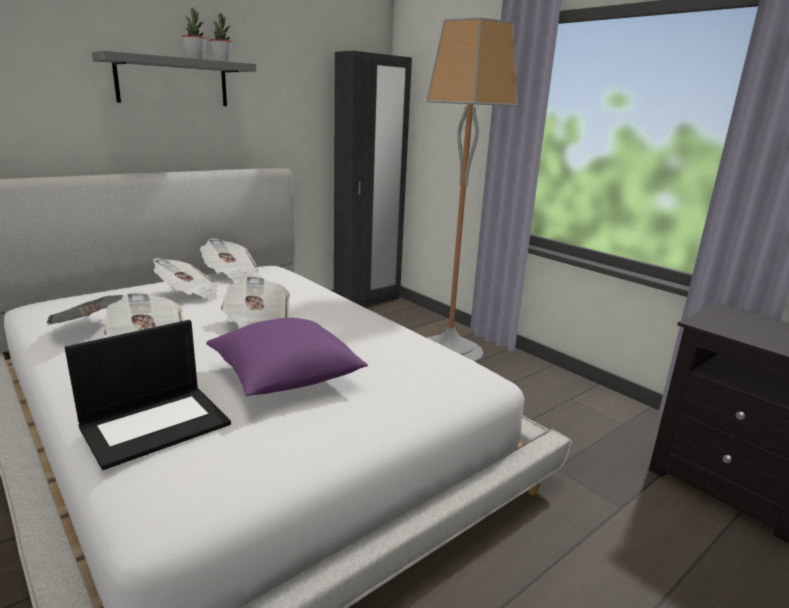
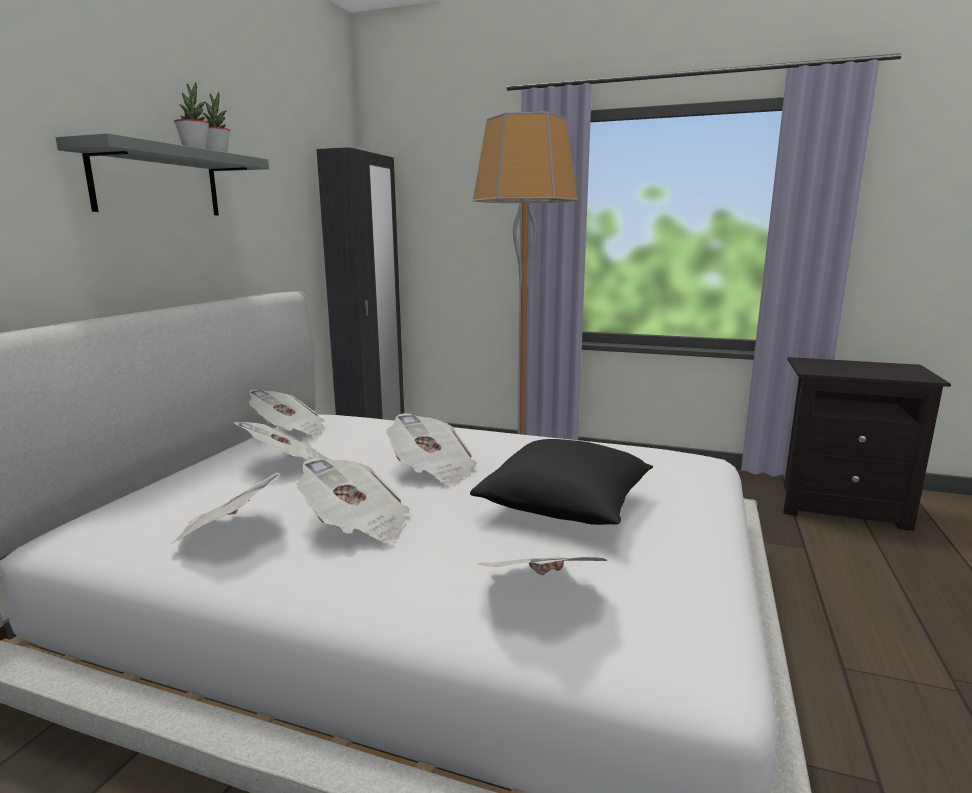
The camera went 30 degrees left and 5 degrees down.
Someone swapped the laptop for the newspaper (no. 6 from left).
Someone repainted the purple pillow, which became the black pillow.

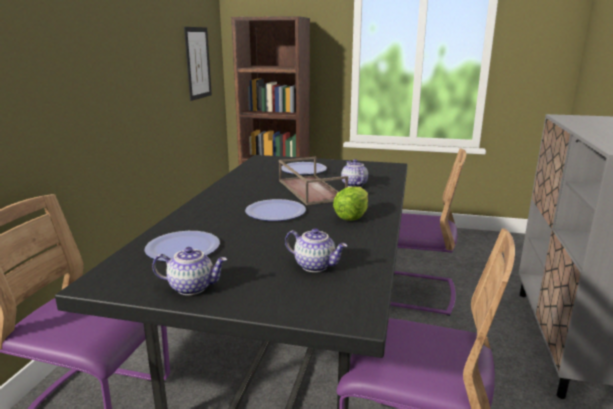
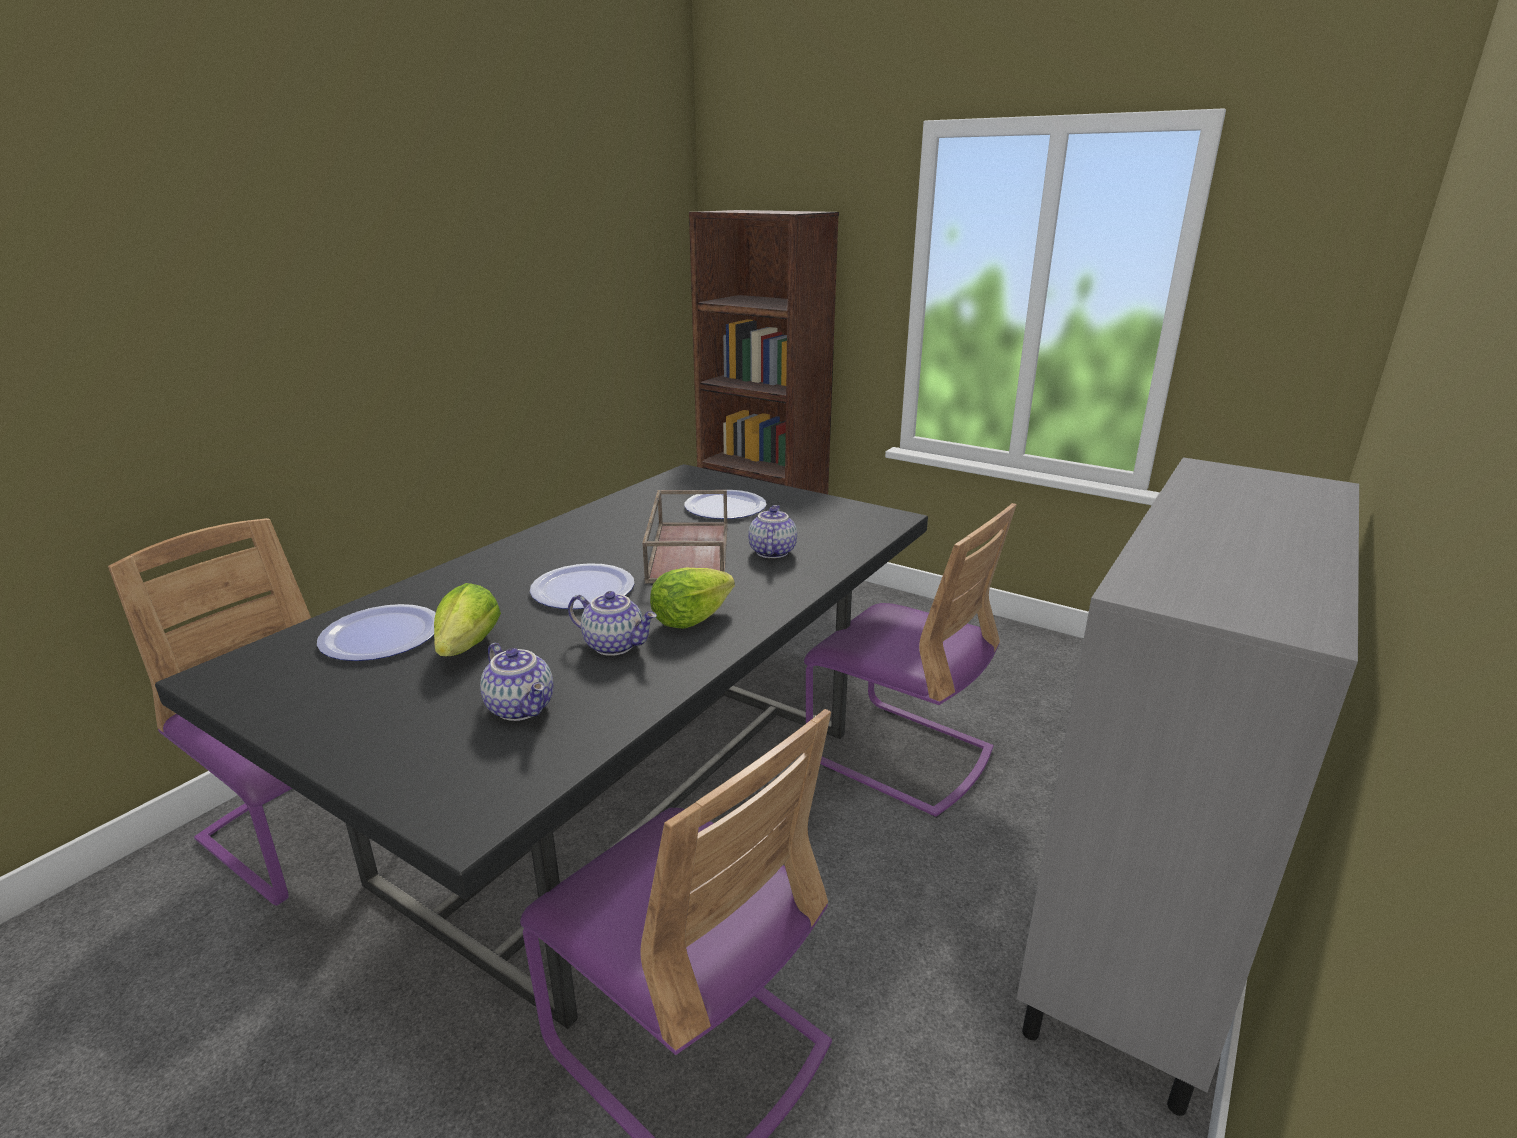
The camera went 20 degrees right and 5 degrees up.
Someone took away the picture.
Someone put down the lettuce (no. 1 from left).
Someone carried the teapot (no. 1 from left in the first image).

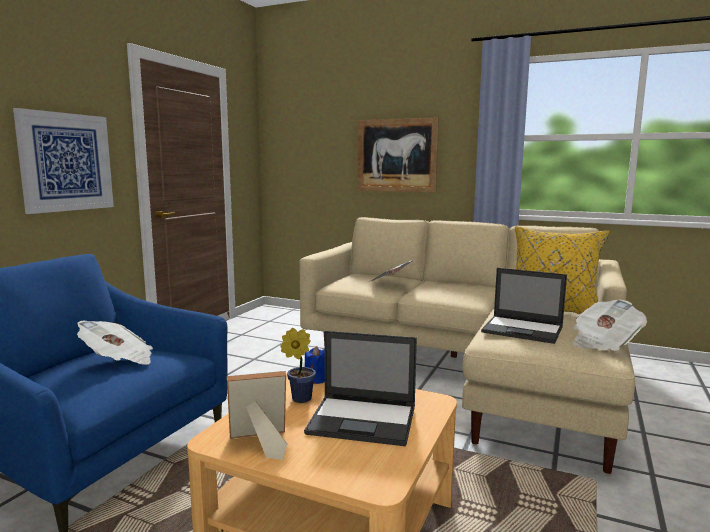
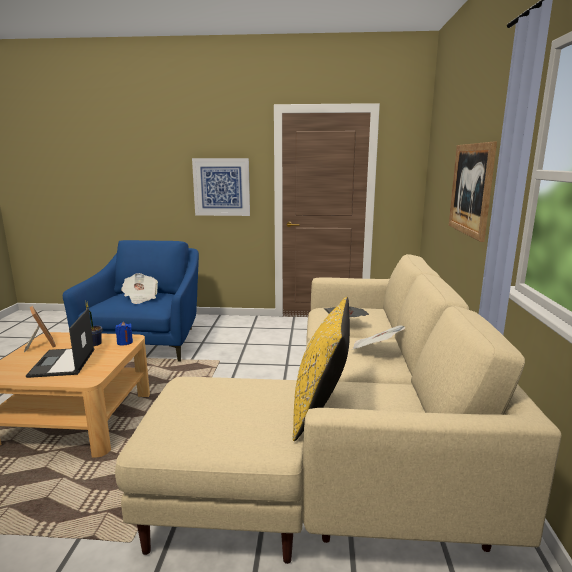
The camera went 70 degrees right and 5 degrees up.
Someone took away the laptop (no. 2 from left).
Someone carried the newspaper (no. 3 from left).

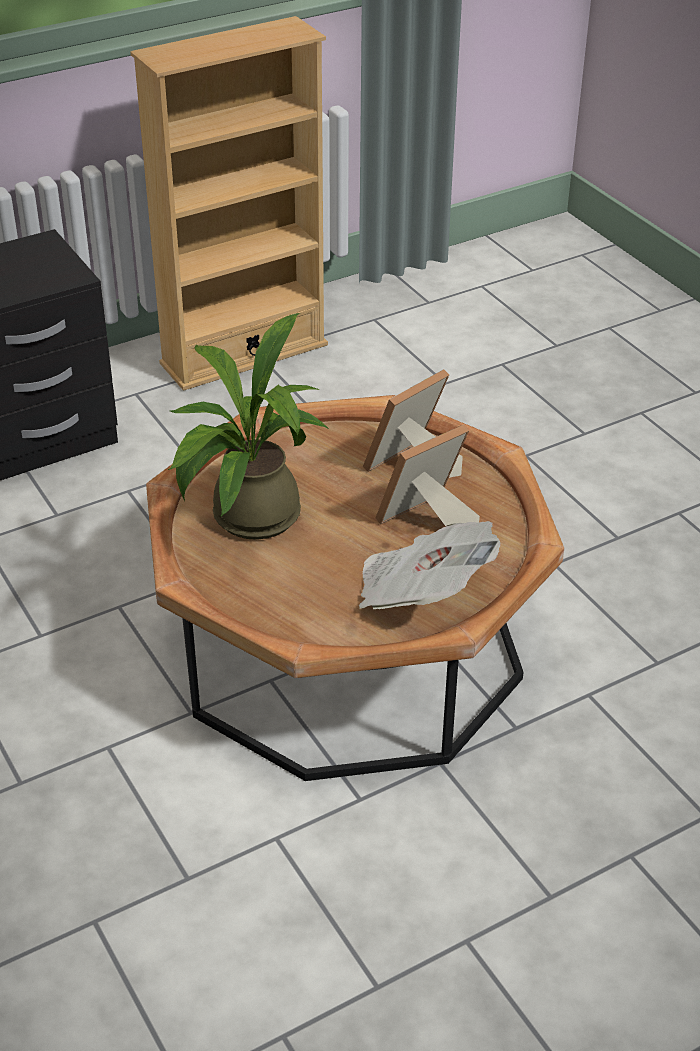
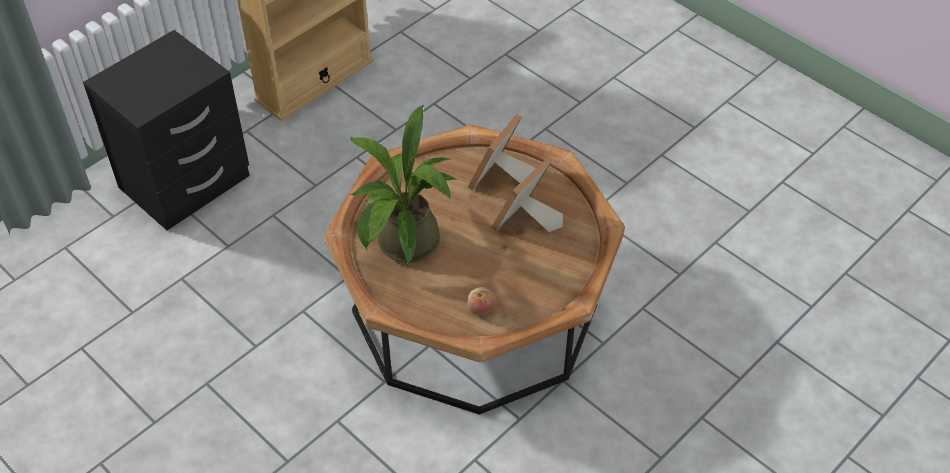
The camera went 15 degrees left and 10 degrees up.
Someone took away the newspaper.
Someone put down the apple.

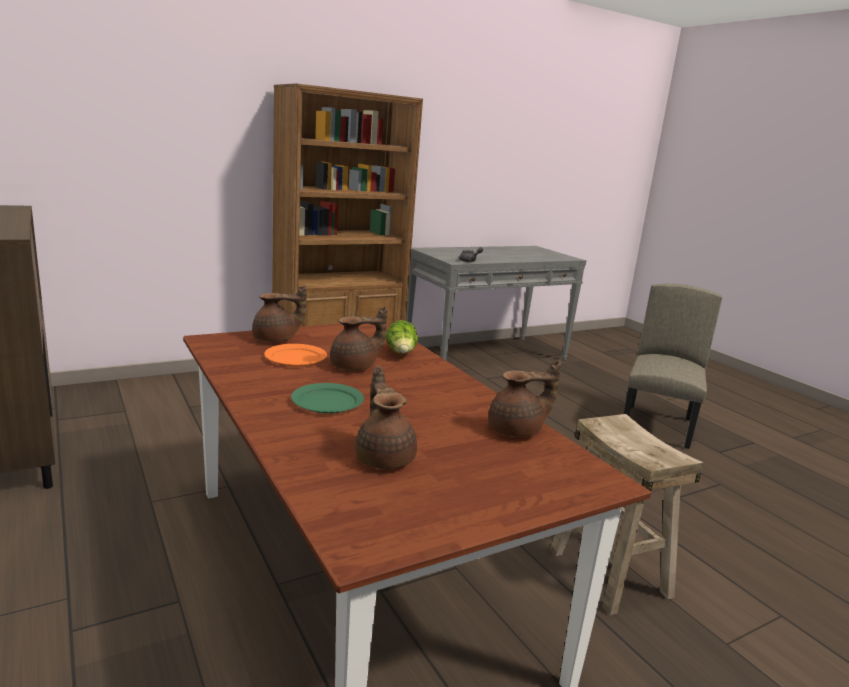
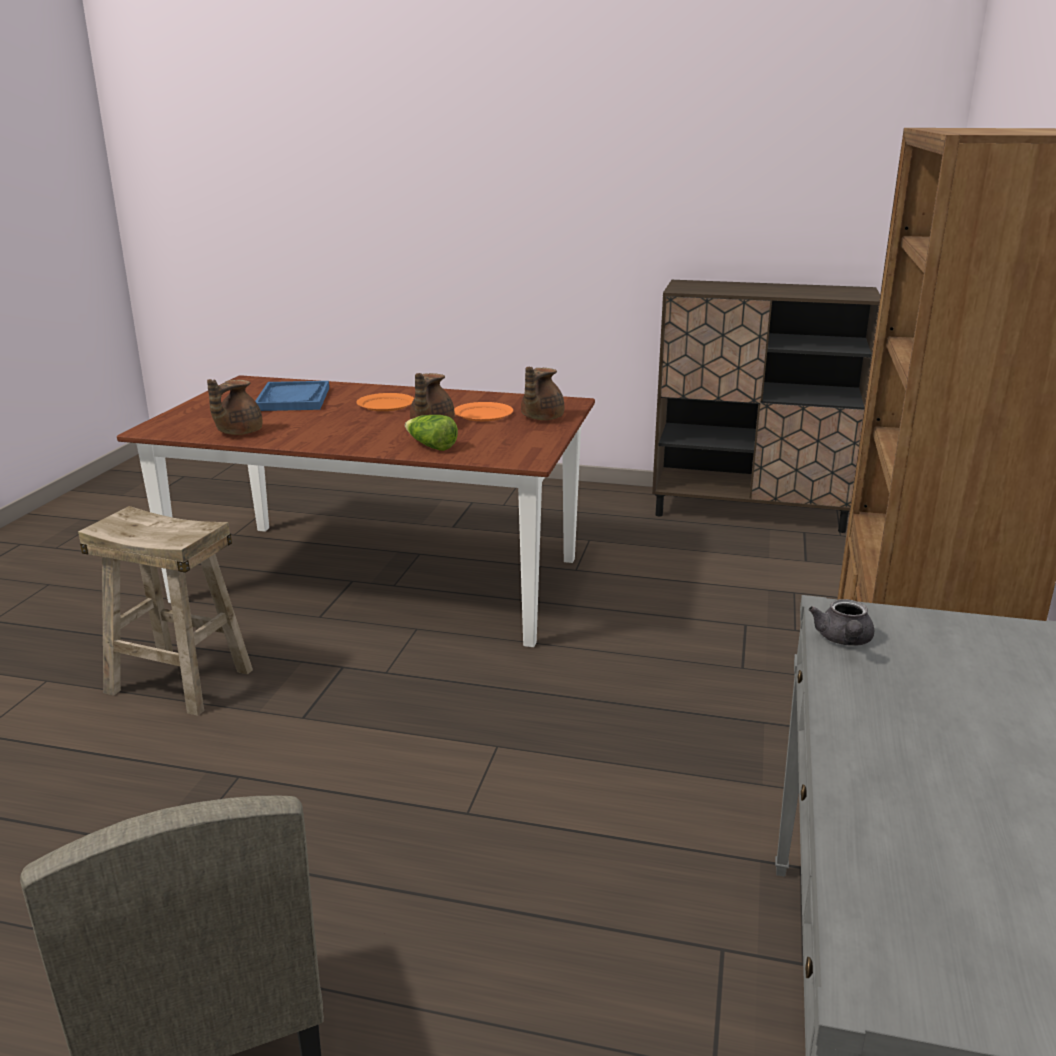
The camera went 135 degrees right and 5 degrees up.
Someone swapped the brown teapot (no. 3 from left) for the blue tray.
Someone repainted the green plate, which became the orange plate (no. 1 from left).

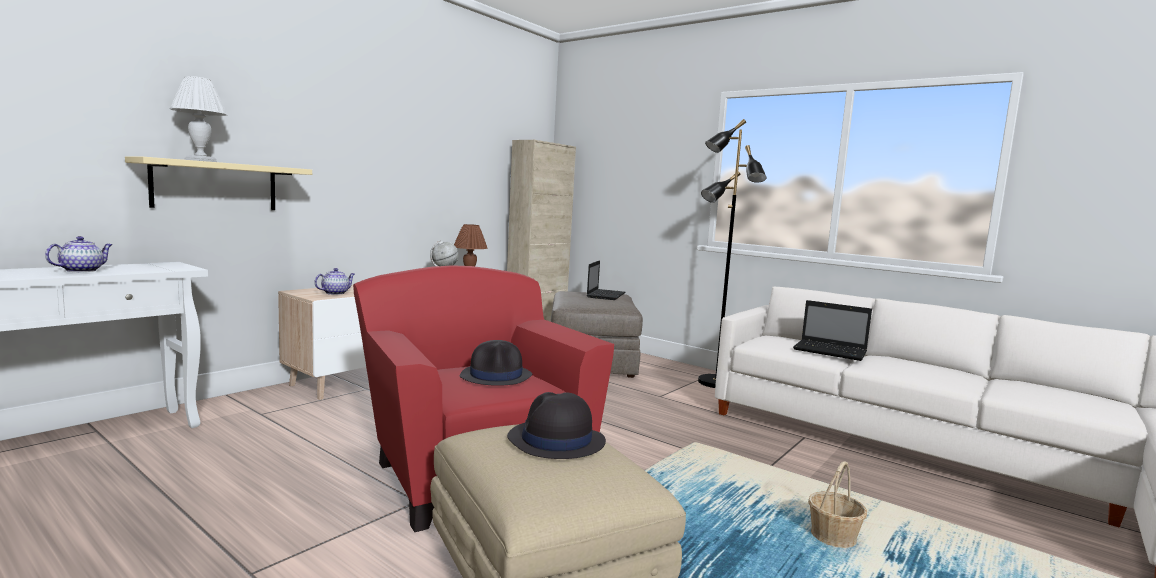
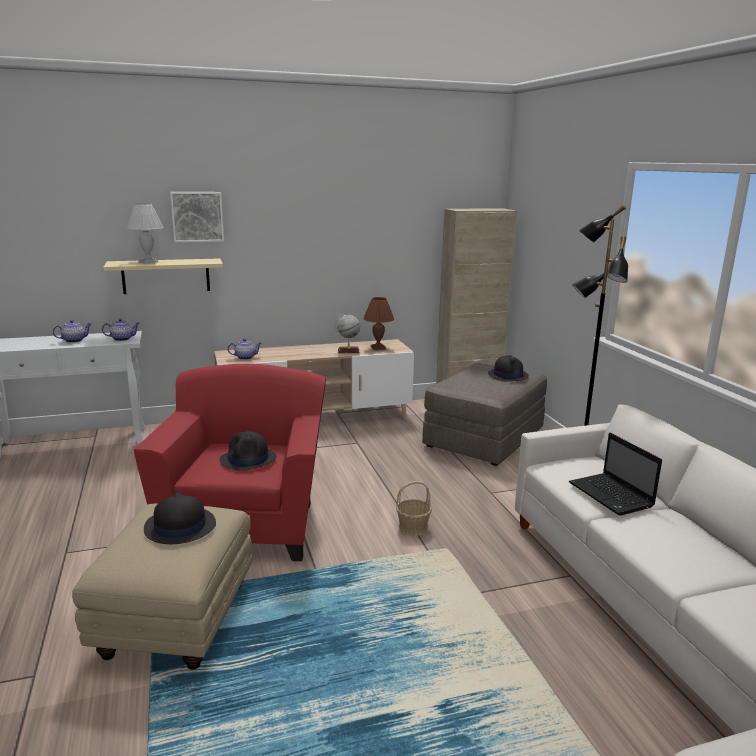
The camera went 35 degrees right and 10 degrees up.
Someone put down the teapot (no. 2 from left).
Someone put up the picture.
Someone carried the basket.
Someone swapped the laptop (no. 1 from left) for the black hat (no. 3 from left).

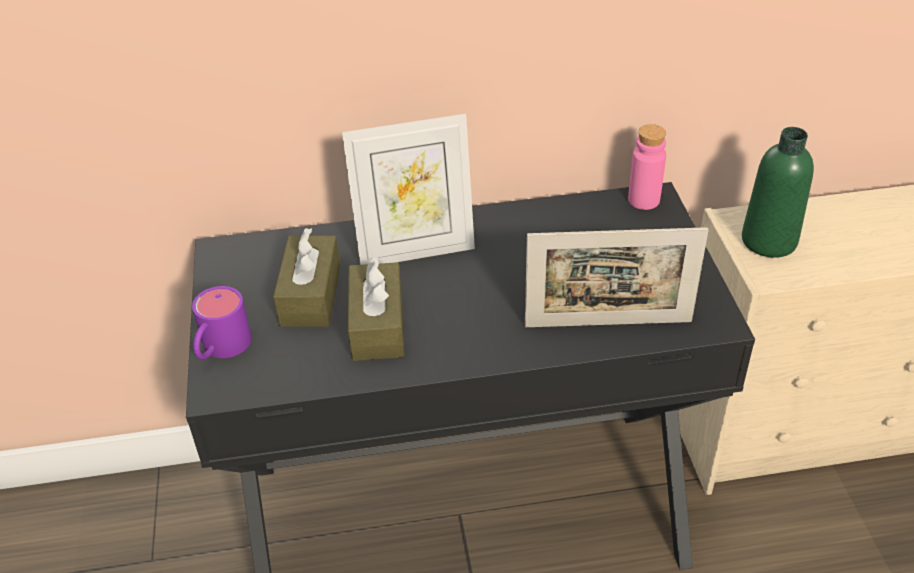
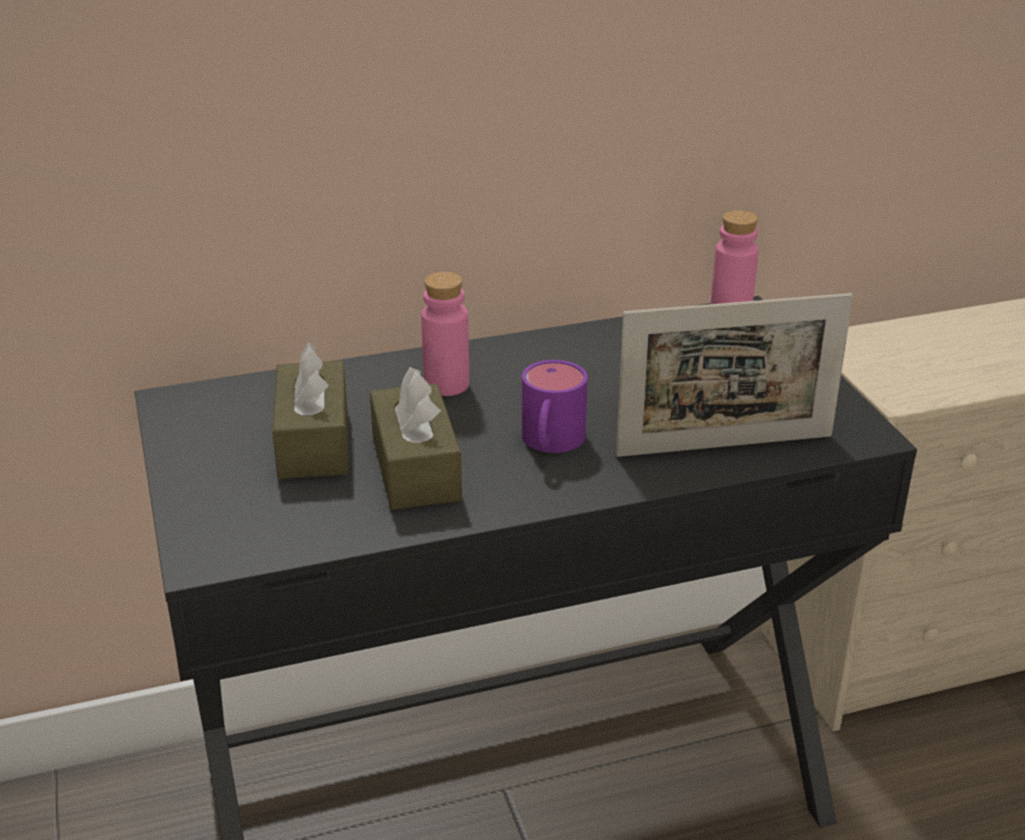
The camera went 10 degrees left and 10 degrees down.
Someone took away the green bottle.
Someone carried the purple mug.
Someone swapped the picture frame (no. 1 from left) for the pink bottle (no. 1 from left).

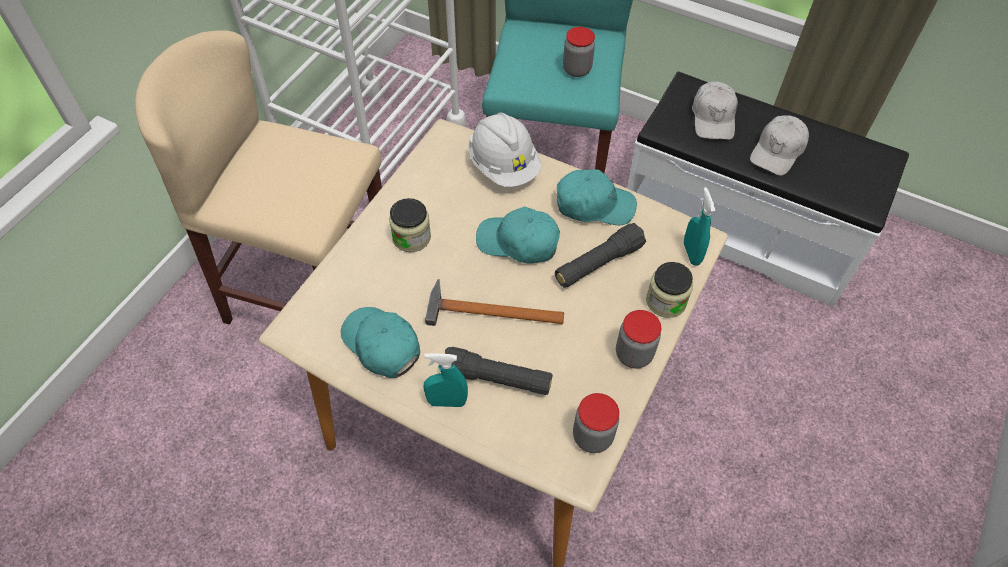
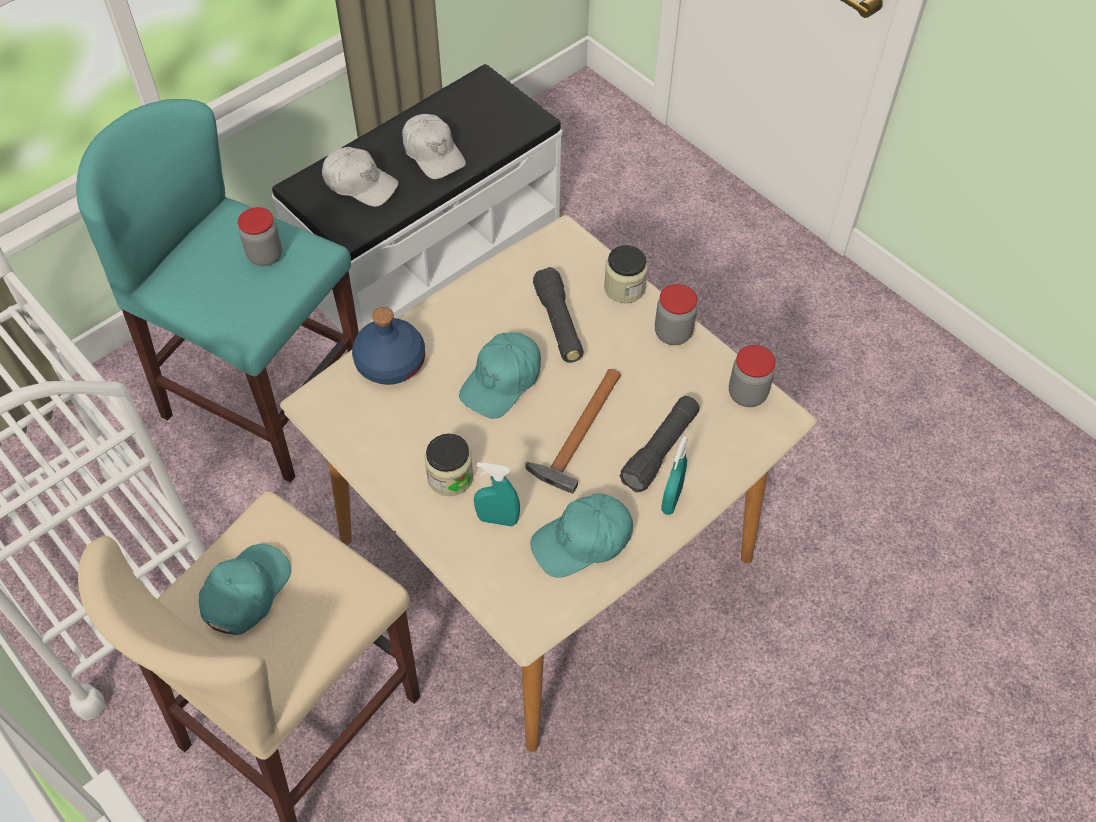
The camera went 70 degrees left and 0 degrees up.
Someone carried the turquoise cap (no. 3 from left in the first image).
Someone carried the turquoise spray bottle (no. 2 from left in the first image).
Someone swapped the white hard hat for the blue bottle.

